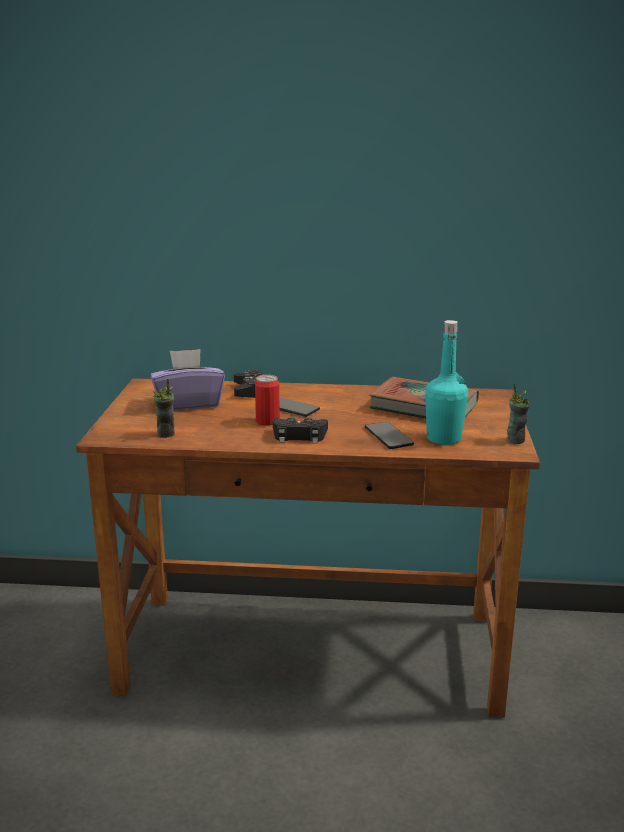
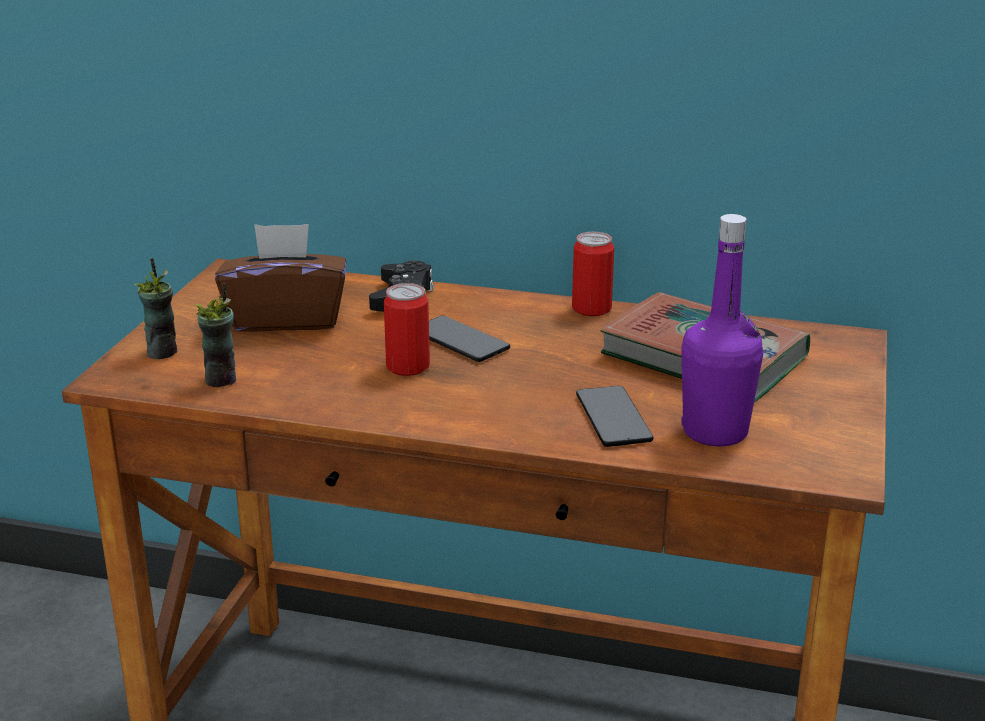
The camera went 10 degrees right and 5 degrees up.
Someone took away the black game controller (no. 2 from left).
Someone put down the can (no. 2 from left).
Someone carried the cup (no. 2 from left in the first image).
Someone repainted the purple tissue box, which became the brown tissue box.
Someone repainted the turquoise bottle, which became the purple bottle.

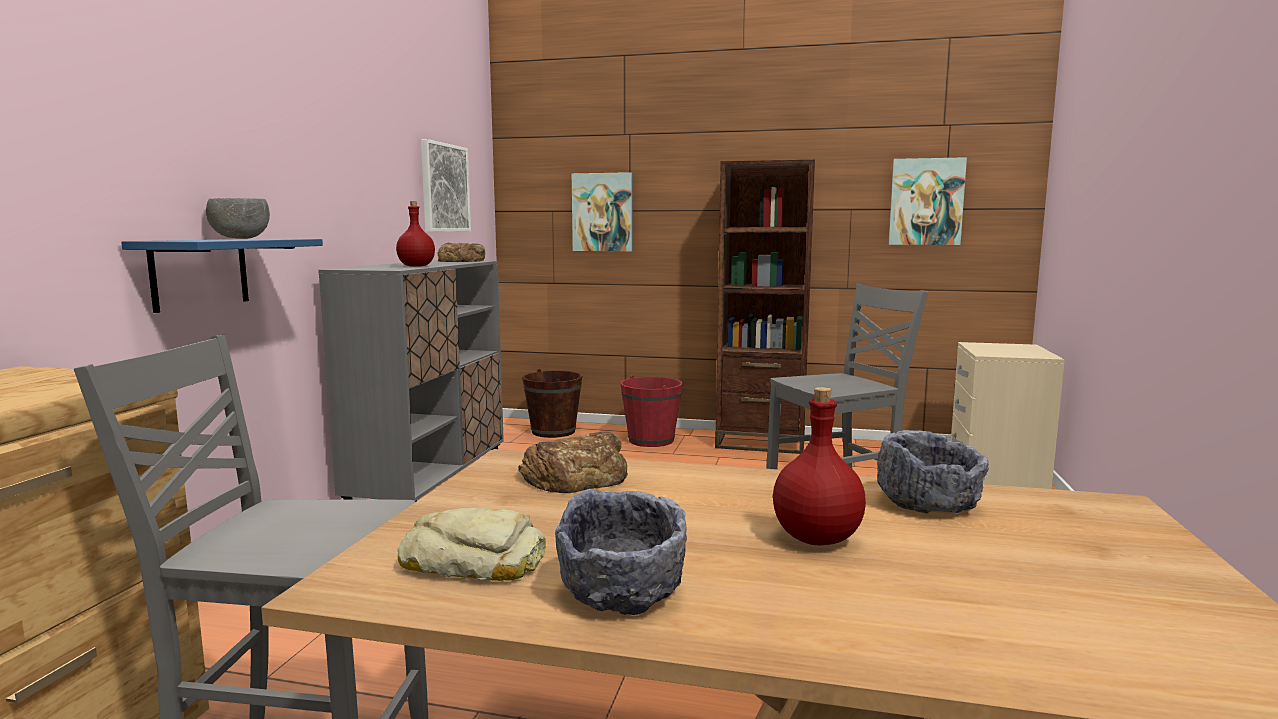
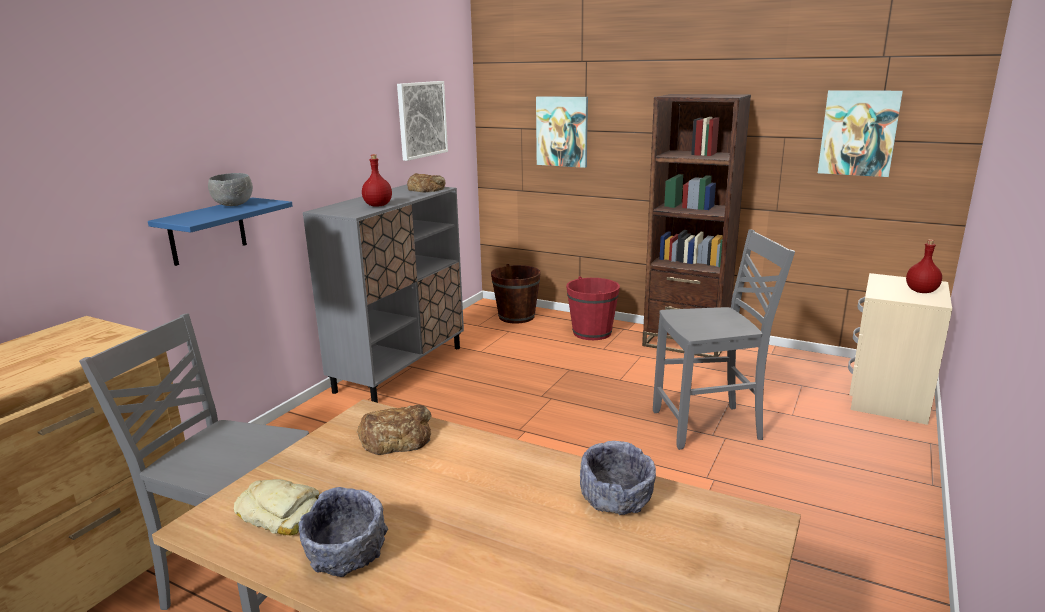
The camera went 15 degrees right and 10 degrees up.
Someone carried the red bottle (no. 2 from left).

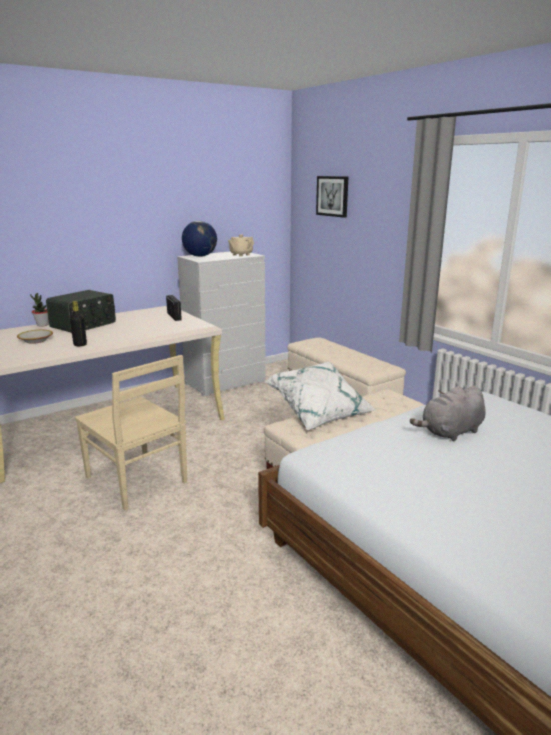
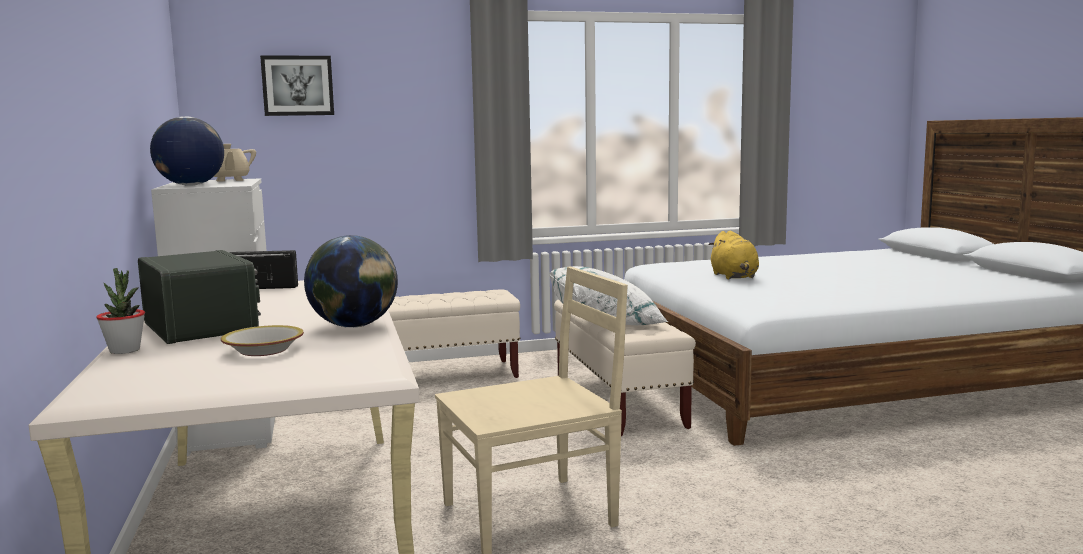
The camera went 70 degrees left and 10 degrees down.
Someone swapped the black bottle for the globe (no. 2 from left).
Someone repainted the grey plush toy, which became the yellow plush toy.

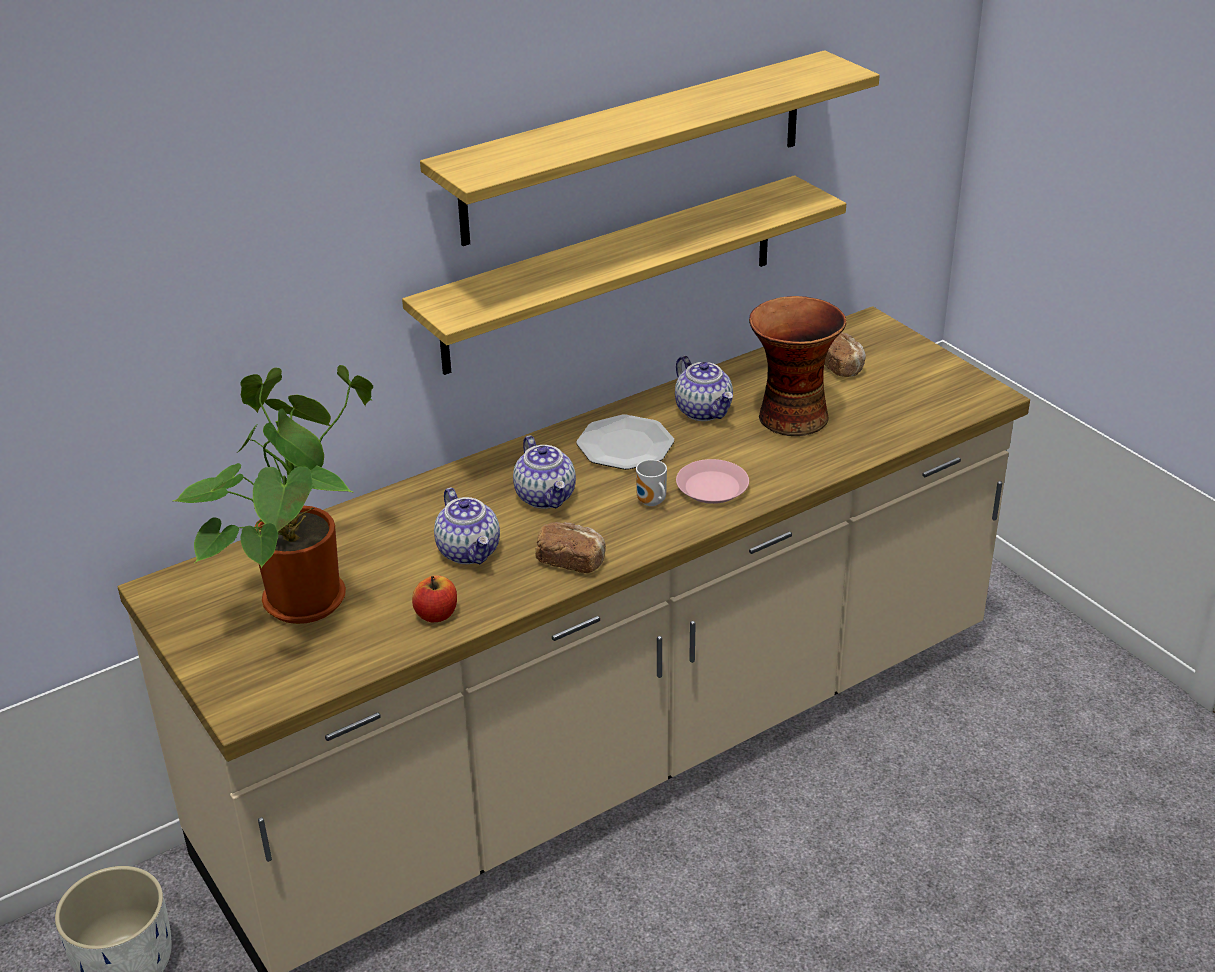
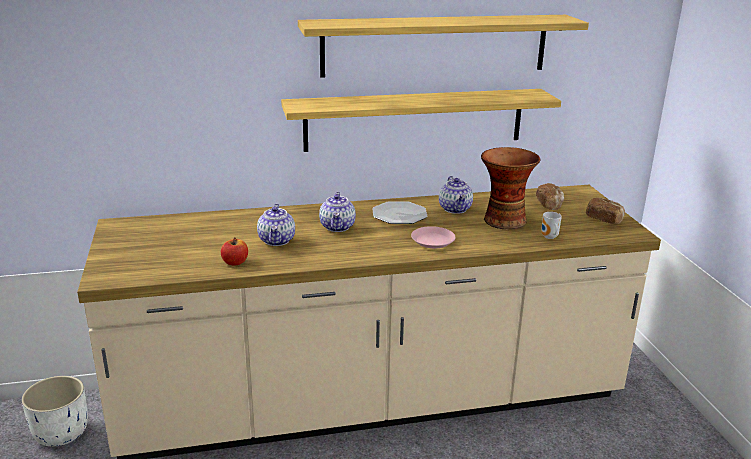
The camera went 20 degrees right and 10 degrees down.
Someone took away the potted plant.
Someone carried the bread (no. 1 from left in the first image).
Someone carried the mug.

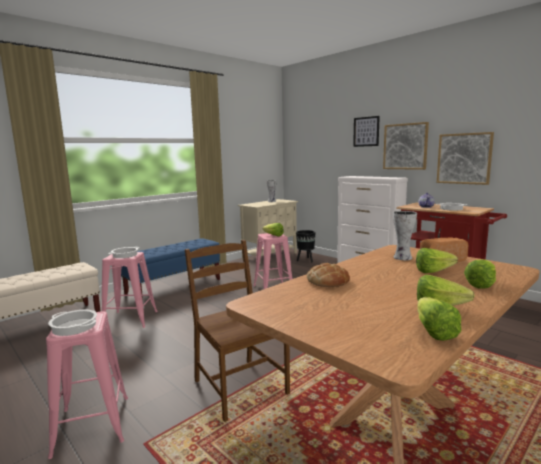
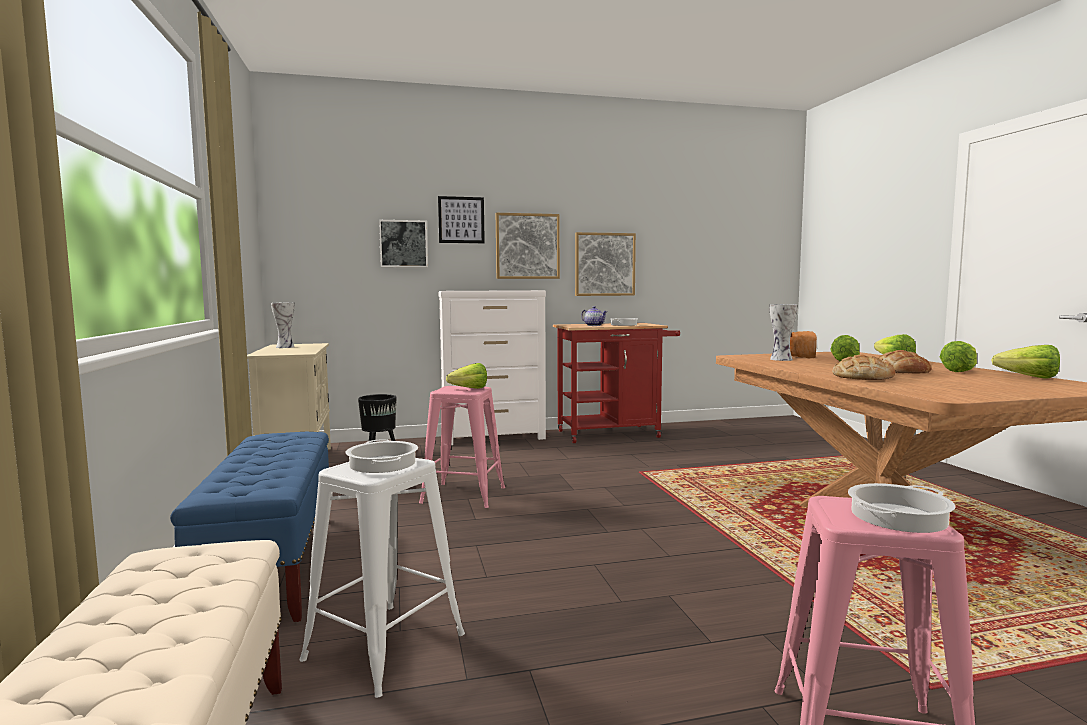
The camera went 60 degrees left and 5 degrees down.
Someone took away the brown chair.
Someone put up the picture (no. 1 from left).
Someone put down the bread (no. 3 from left).
Someone repainted the pink stool (no. 2 from left), which became the white stool.

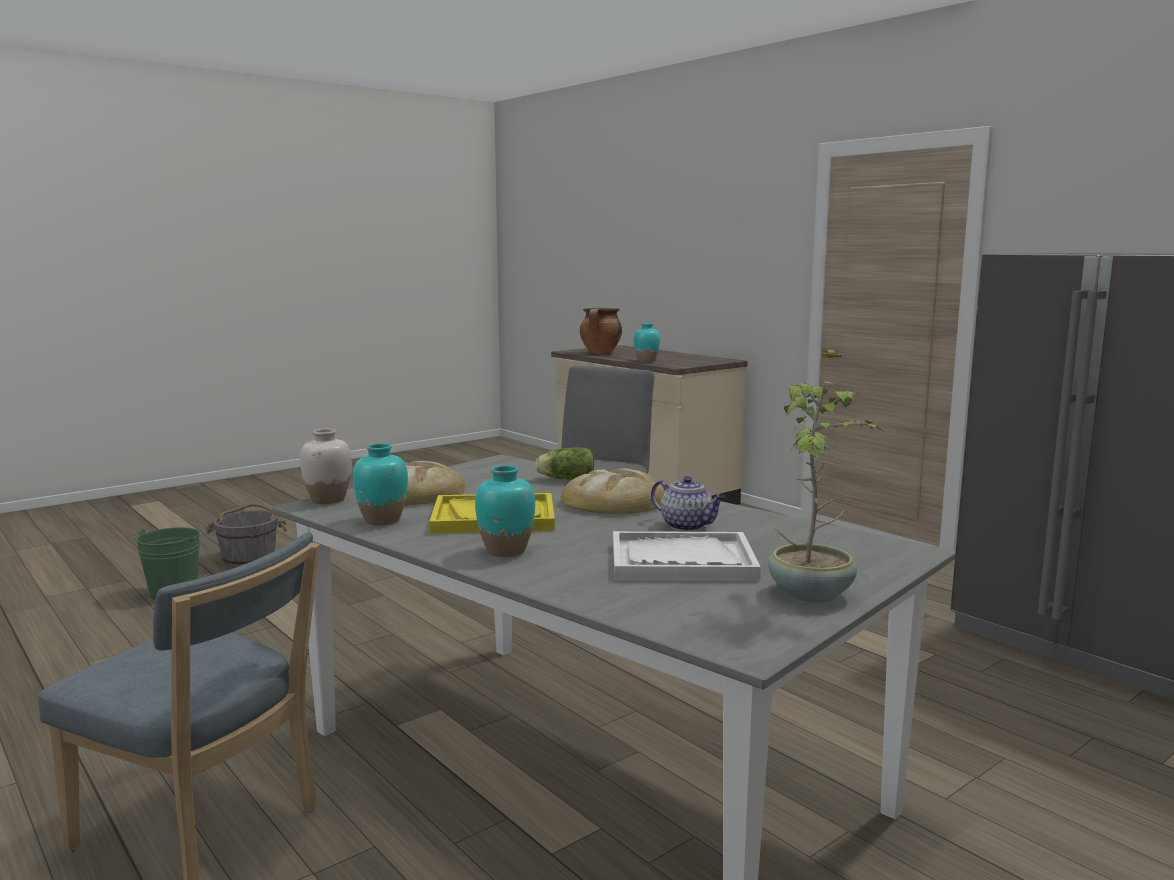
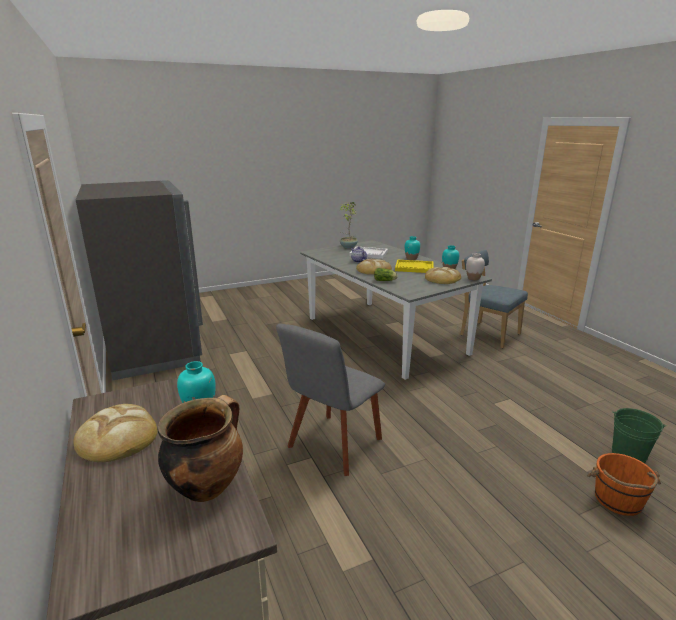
The camera went 165 degrees left and 10 degrees up.
Someone put down the bread (no. 1 from left).
Someone repainted the grey bucket, which became the orange bucket.

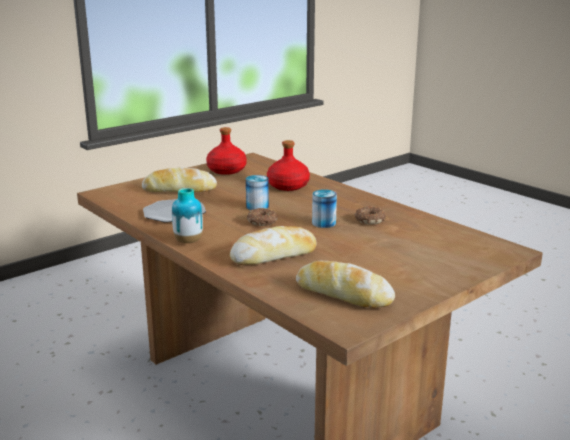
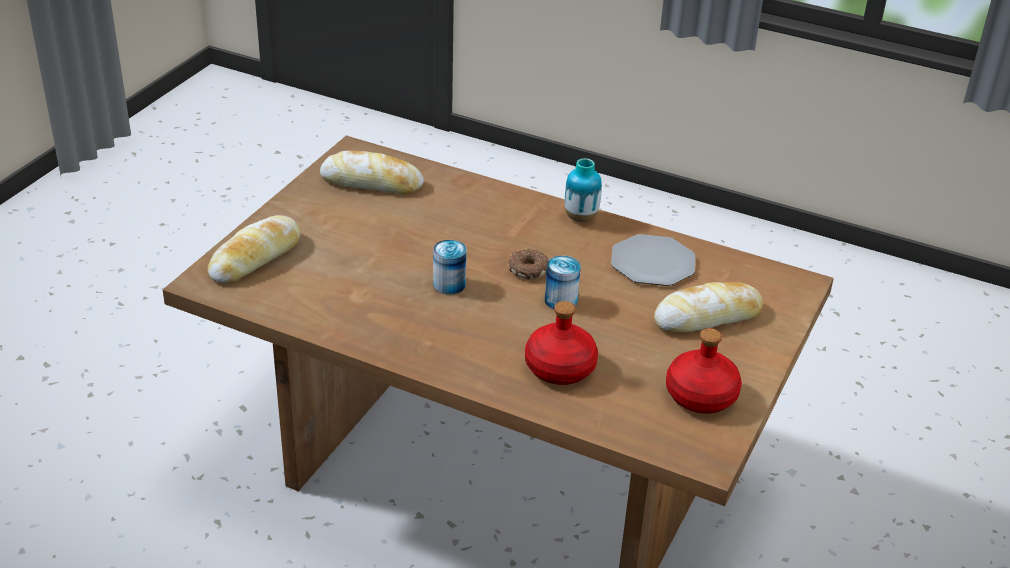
The camera went 155 degrees right and 15 degrees up.
Someone took away the donut (no. 2 from left).
Someone carried the bread (no. 2 from left in the first image).

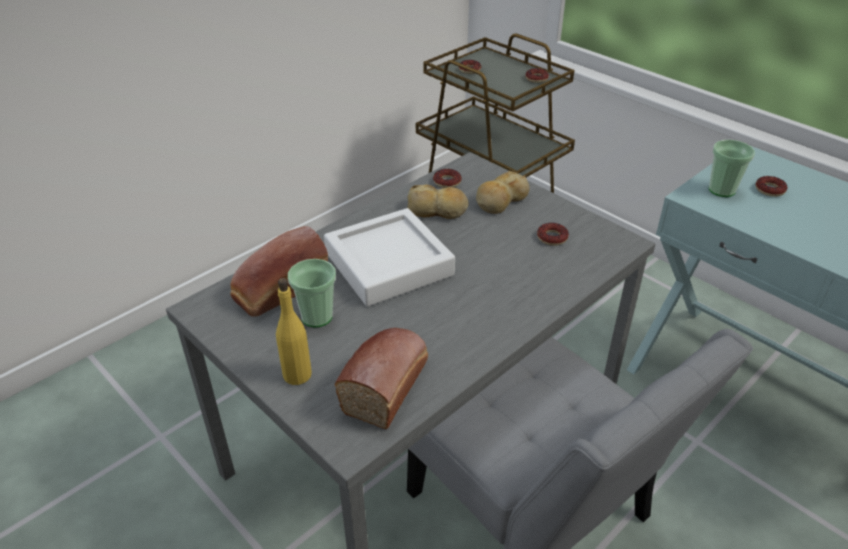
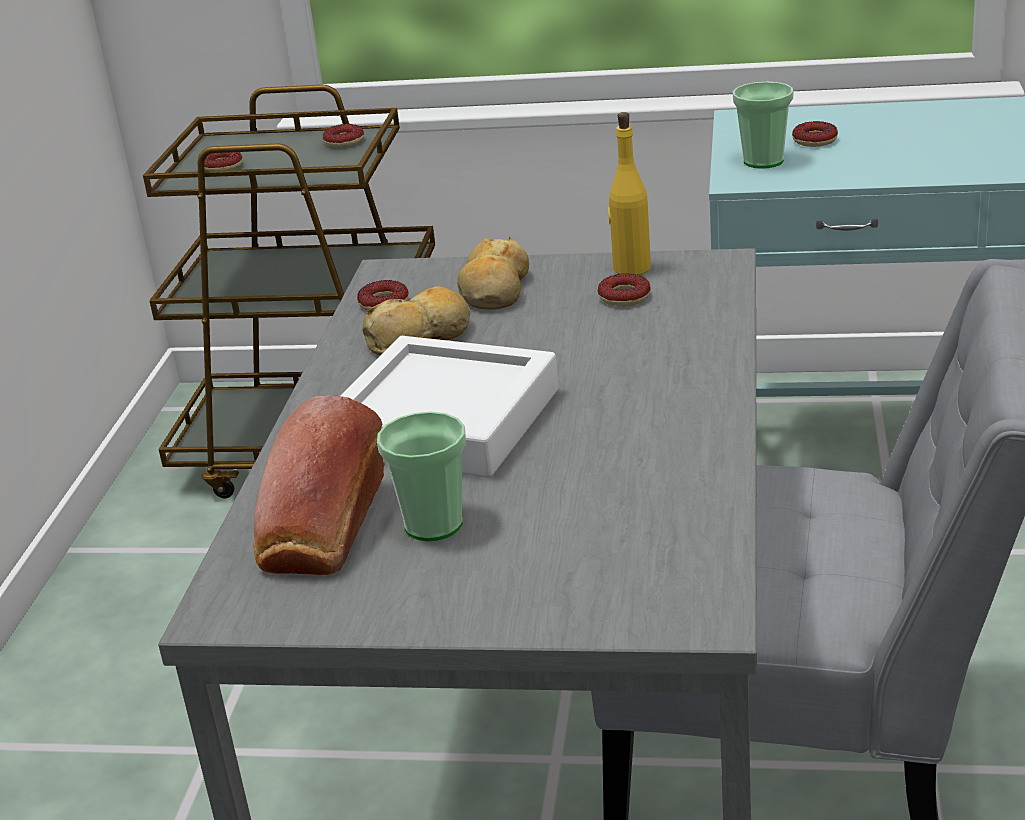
The camera went 35 degrees left and 10 degrees down.
Someone took away the bread (no. 2 from left).
Someone carried the yellow bottle.

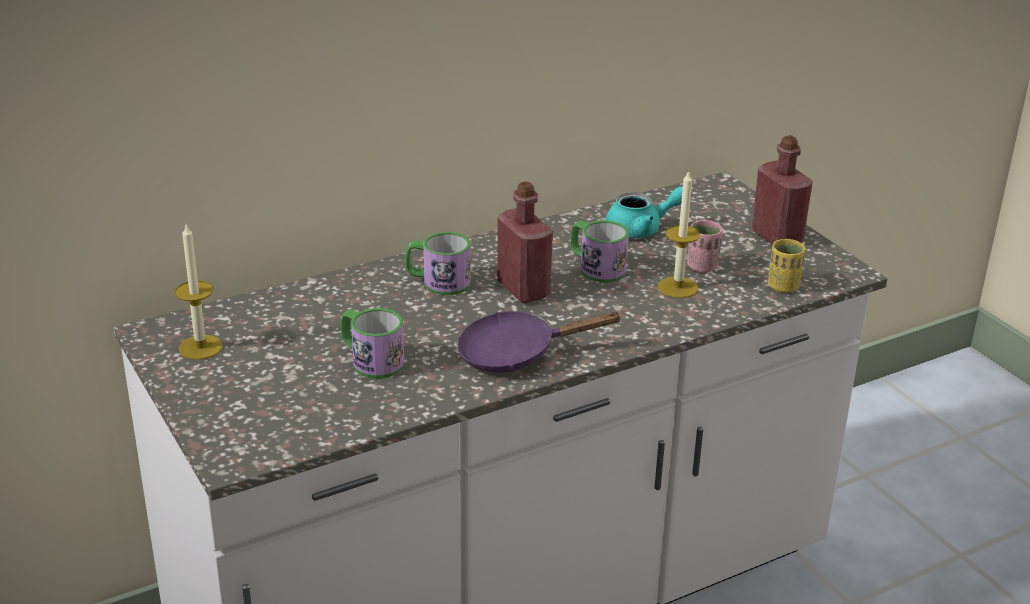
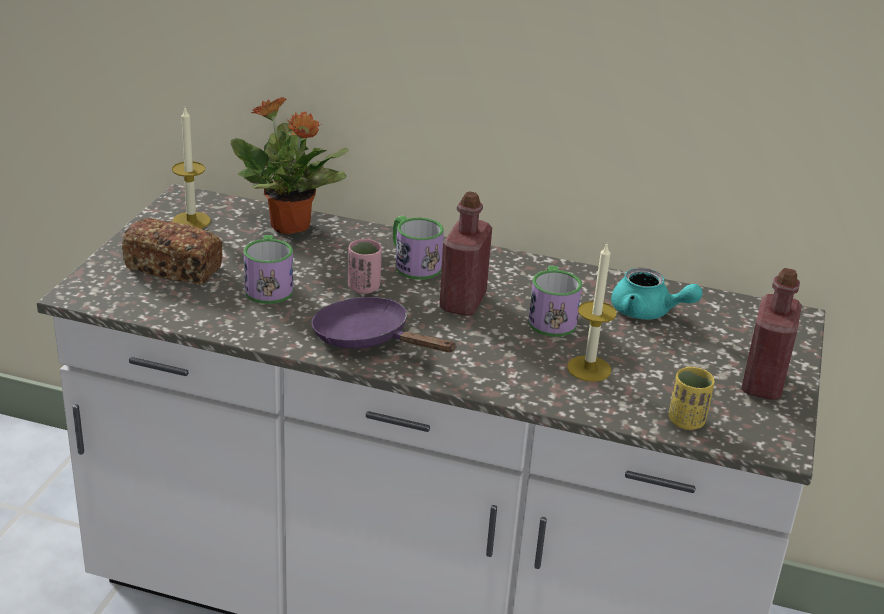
The camera went 45 degrees right and 0 degrees up.
Someone put down the bread.
Someone put down the potted plant.
Someone carried the pink cup.

